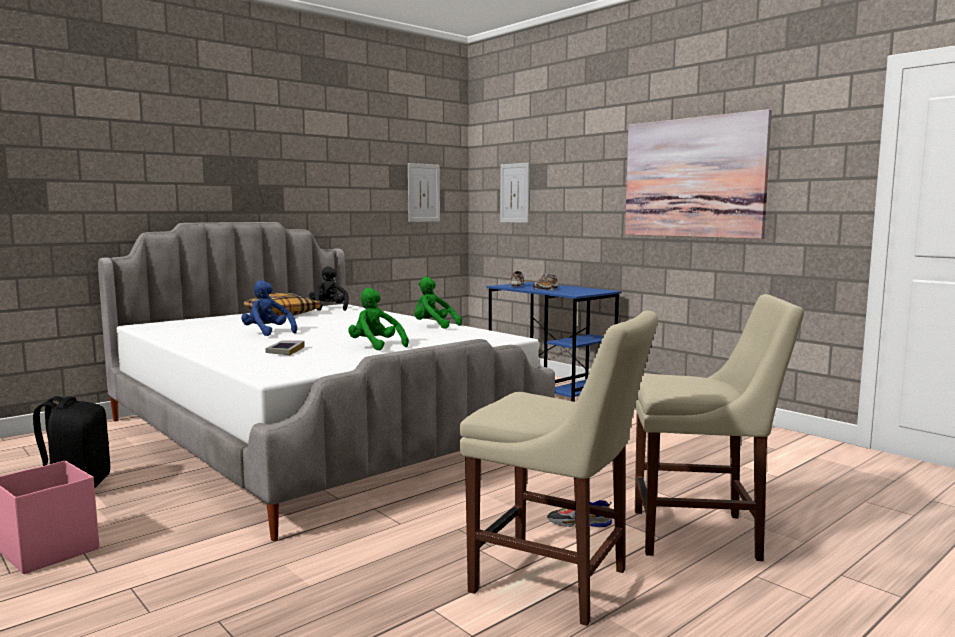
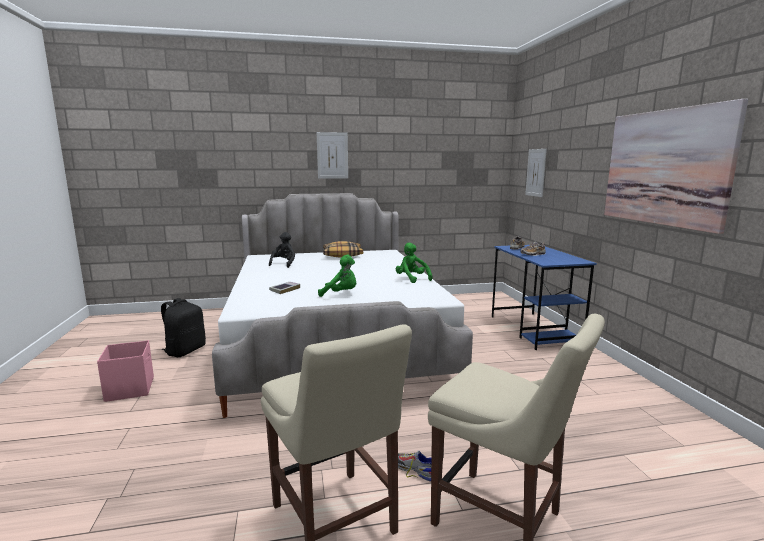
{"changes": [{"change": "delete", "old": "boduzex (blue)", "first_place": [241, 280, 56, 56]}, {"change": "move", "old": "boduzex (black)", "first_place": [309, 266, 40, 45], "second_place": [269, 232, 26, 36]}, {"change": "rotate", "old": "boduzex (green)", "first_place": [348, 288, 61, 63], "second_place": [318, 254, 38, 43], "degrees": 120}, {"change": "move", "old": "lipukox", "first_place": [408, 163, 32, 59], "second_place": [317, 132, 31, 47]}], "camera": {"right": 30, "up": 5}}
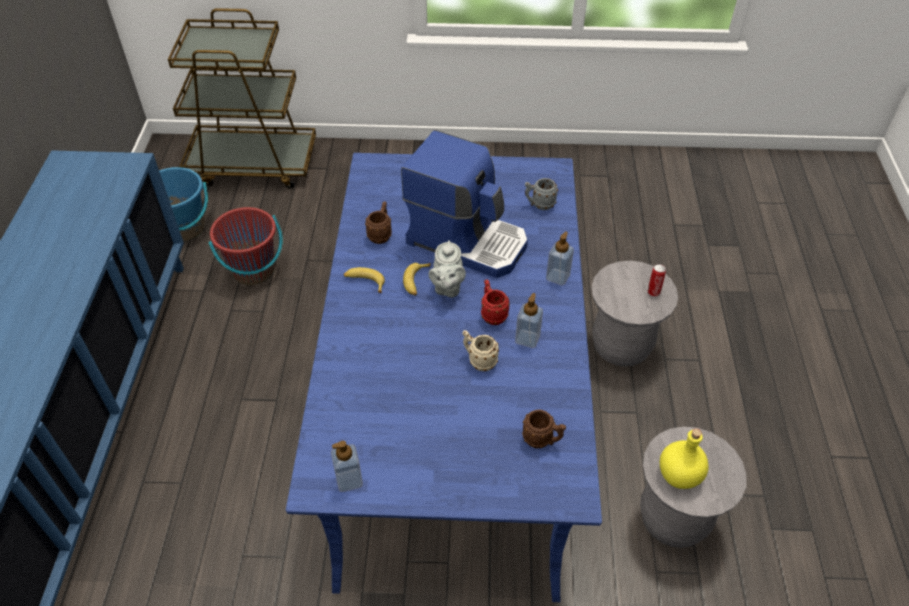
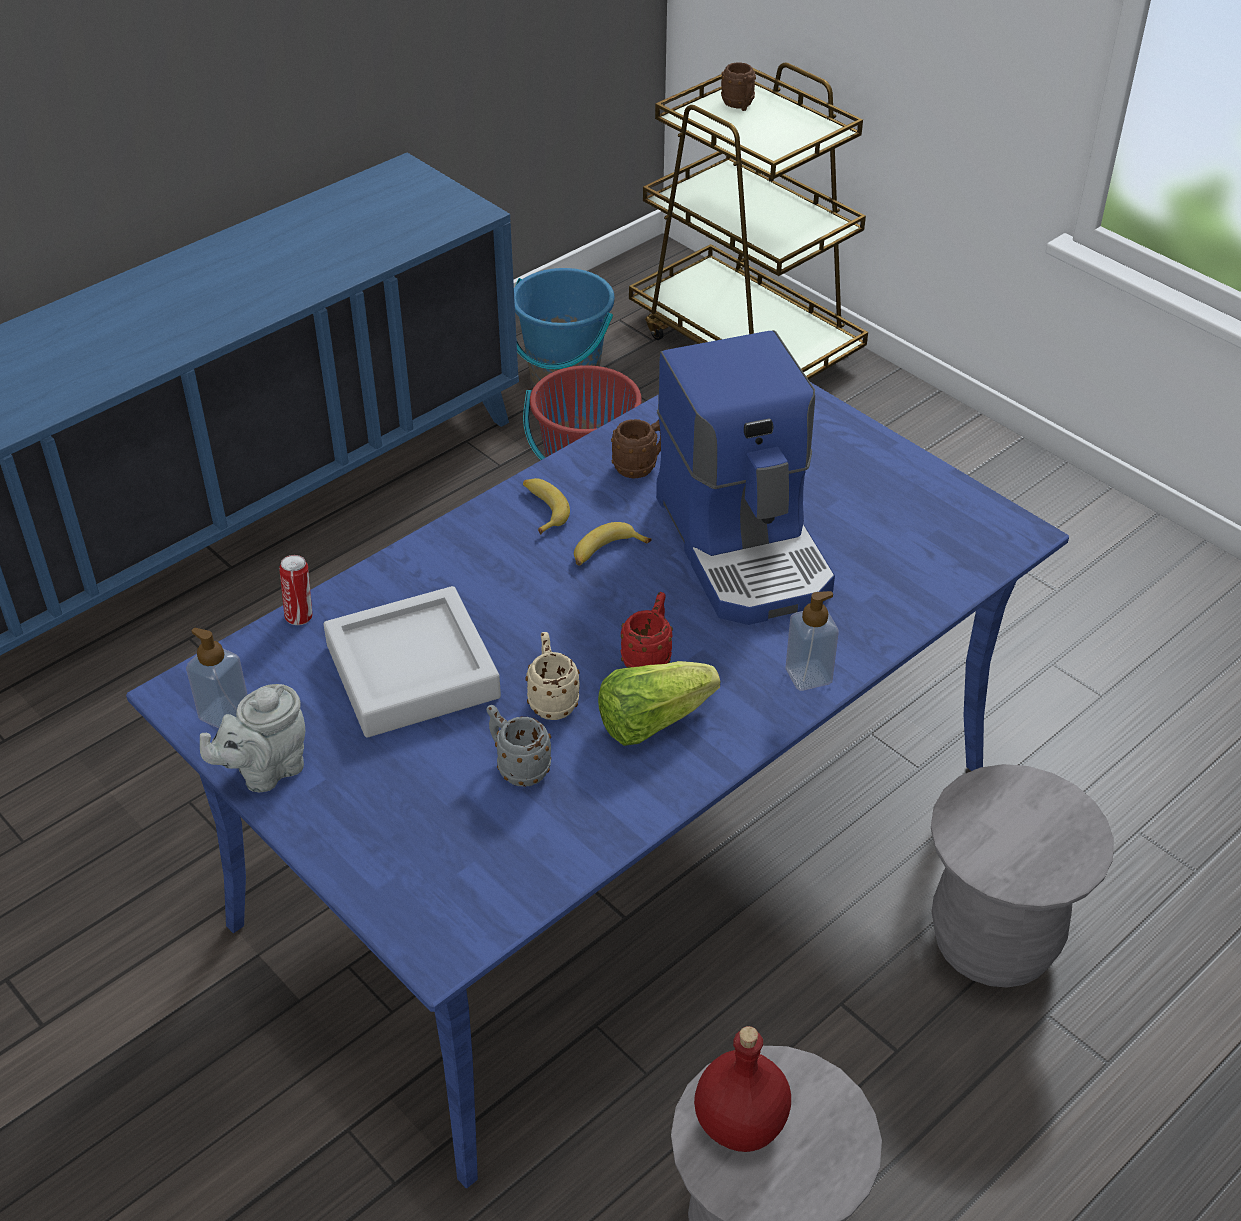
{"changes": [{"change": "move", "old": "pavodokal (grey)", "first_place": [429, 240, 37, 58], "second_place": [200, 684, 105, 108]}, {"change": "replace", "old": "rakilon", "new": "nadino", "first_place": [515, 293, 28, 55], "second_place": [598, 661, 122, 85]}, {"change": "move", "old": "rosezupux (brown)", "first_place": [522, 410, 44, 38], "second_place": [721, 62, 35, 49]}, {"change": "move", "old": "rosezupux (grey)", "first_place": [525, 178, 33, 32], "second_place": [487, 705, 64, 82]}, {"change": "move", "old": "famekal", "first_place": [648, 264, 18, 32], "second_place": [279, 555, 33, 70]}, {"change": "recolor", "old": "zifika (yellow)", "new": "zifika (red)", "first_place": [660, 429, 49, 60], "second_place": [694, 1026, 97, 126]}, {"change": "insert", "new": "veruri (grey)", "second_place": [323, 586, 178, 151]}], "camera": {"right": 45, "up": -5}}
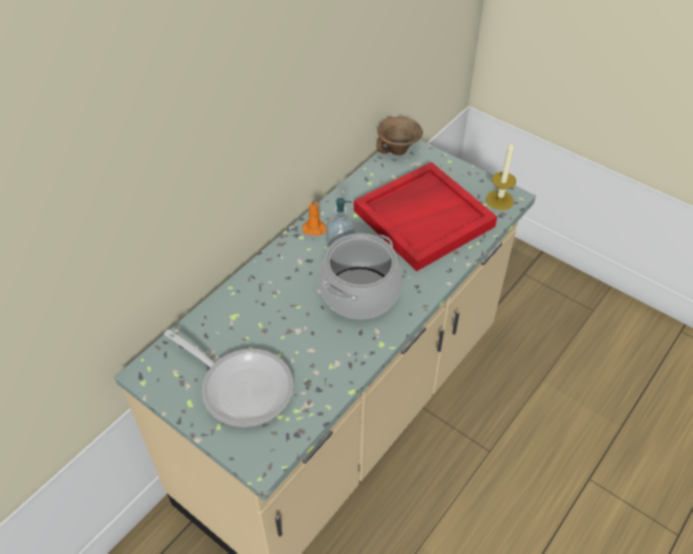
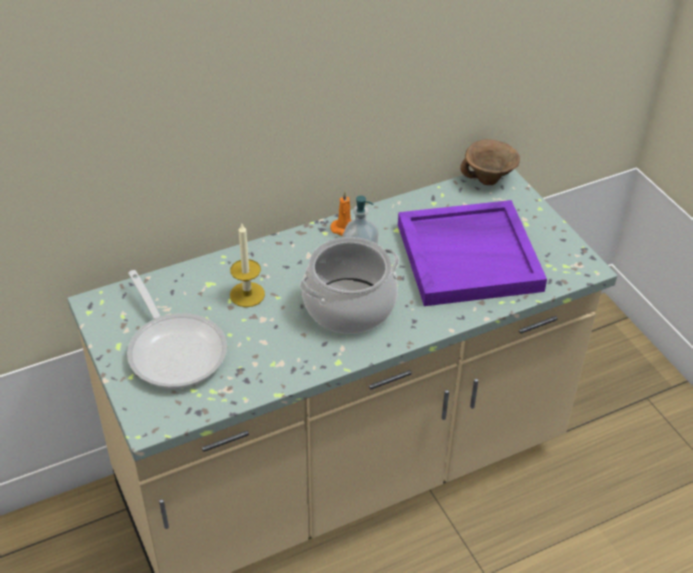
{"changes": [{"change": "recolor", "old": "veruri (red)", "new": "veruri (purple)", "first_place": [354, 162, 143, 109], "second_place": [398, 200, 149, 106]}, {"change": "move", "old": "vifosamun", "first_place": [486, 143, 30, 67], "second_place": [230, 224, 35, 83]}], "camera": {"right": 25, "up": -5}}
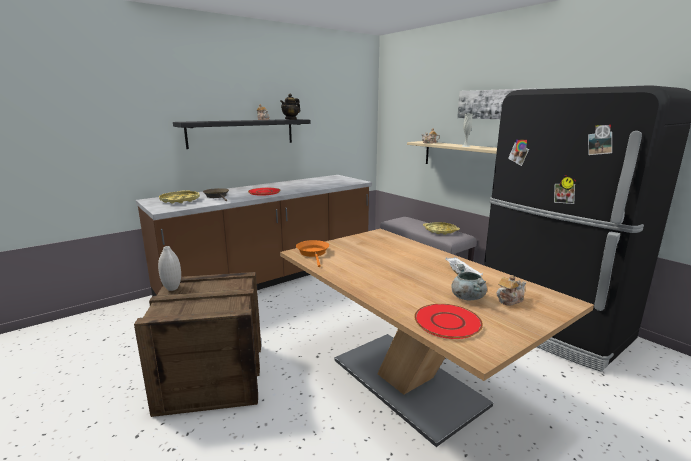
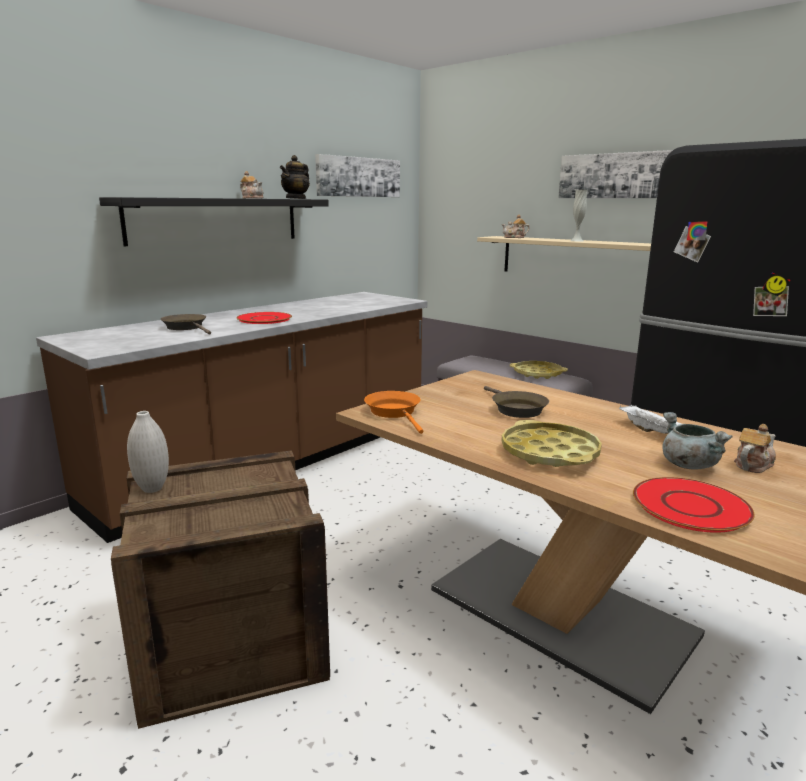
{"changes": [{"change": "move", "old": "veruri (yellow)", "first_place": [159, 190, 41, 13], "second_place": [501, 420, 101, 47]}, {"change": "insert", "new": "lipukox", "second_place": [315, 154, 85, 43]}, {"change": "insert", "new": "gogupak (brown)", "second_place": [484, 386, 65, 32]}], "camera": {"right": -10, "up": 0}}
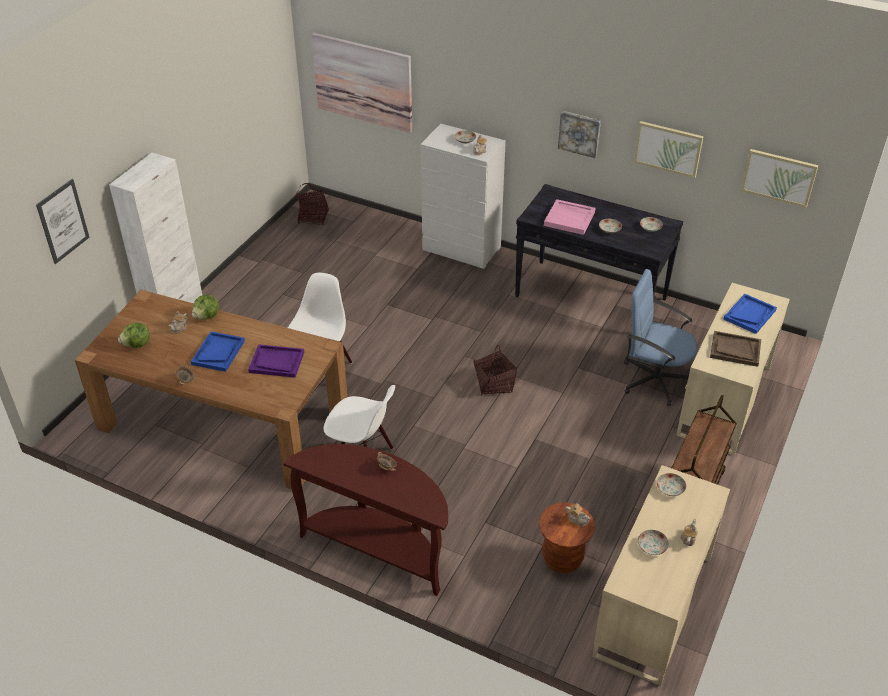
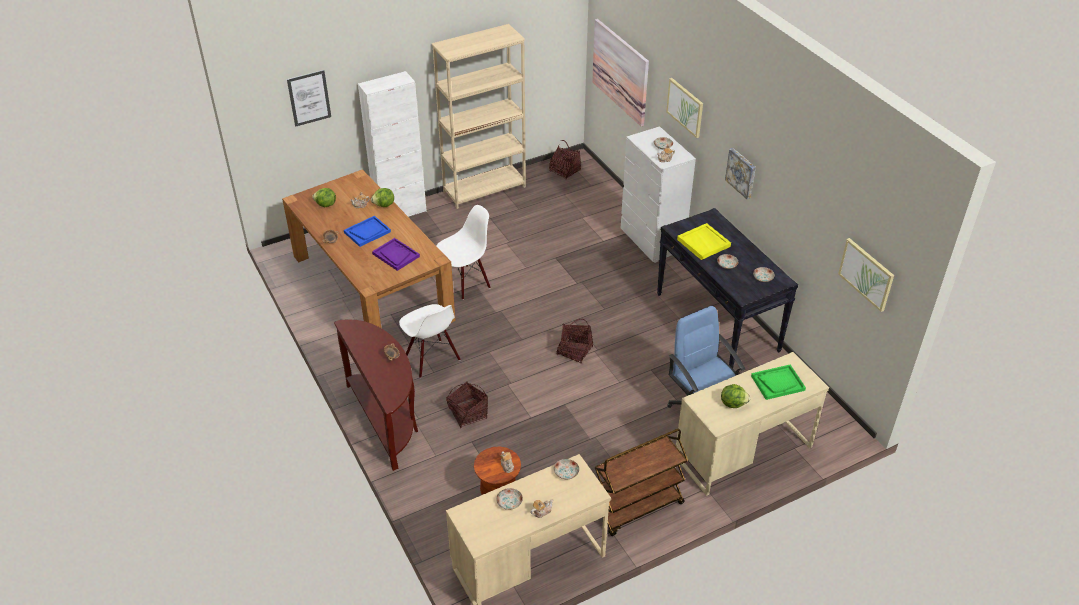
{"changes": [{"change": "recolor", "old": "veruri (pink)", "new": "veruri (yellow)", "first_place": [544, 199, 51, 36], "second_place": [677, 223, 54, 37]}, {"change": "move", "old": "lipukox", "first_place": [634, 121, 69, 57], "second_place": [666, 78, 37, 60]}, {"change": "replace", "old": "veruri (brown)", "new": "nadino", "first_place": [710, 331, 51, 36], "second_place": [721, 384, 29, 24]}, {"change": "recolor", "old": "veruri (blue)", "new": "veruri (green)", "first_place": [723, 294, 54, 40], "second_place": [751, 365, 55, 35]}, {"change": "insert", "new": "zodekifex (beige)", "second_place": [432, 24, 94, 185]}, {"change": "insert", "new": "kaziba", "second_place": [446, 381, 42, 47]}], "camera": {"right": 35, "up": 0}}
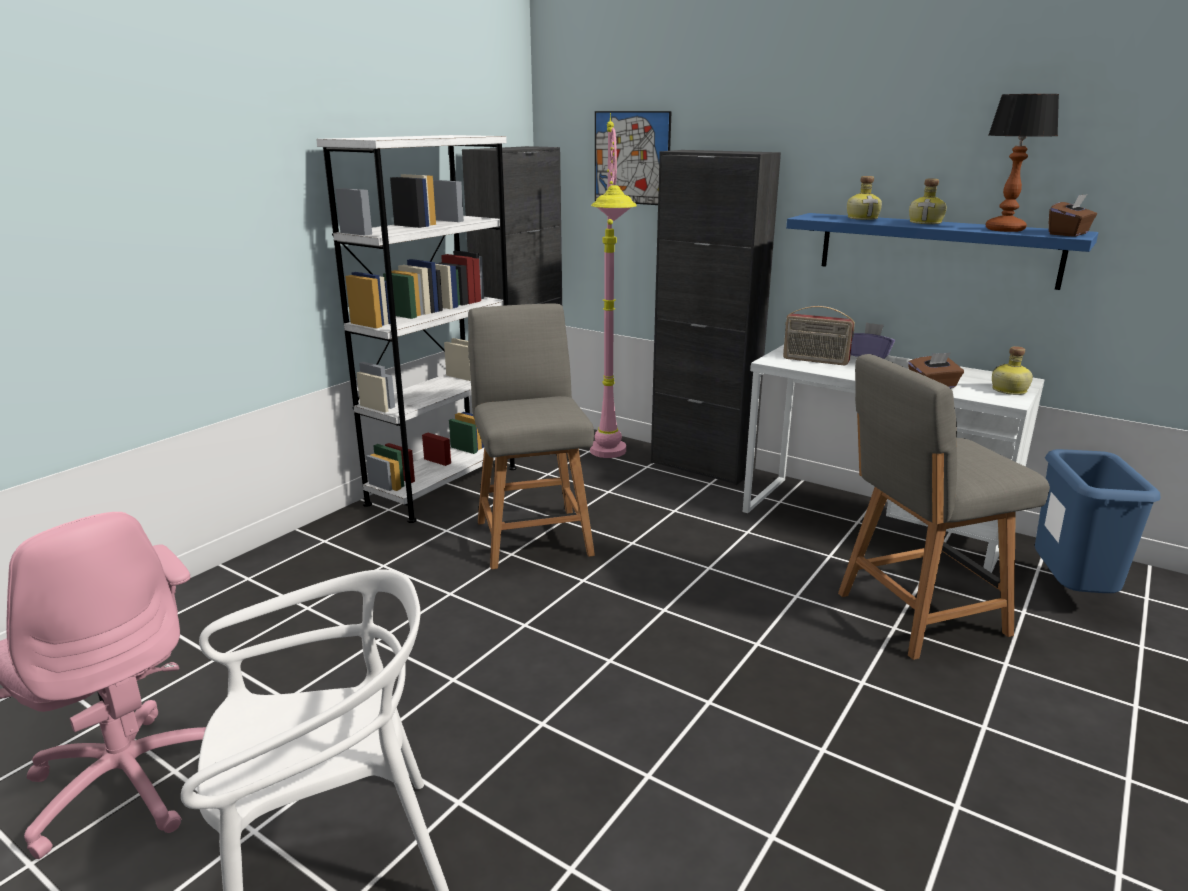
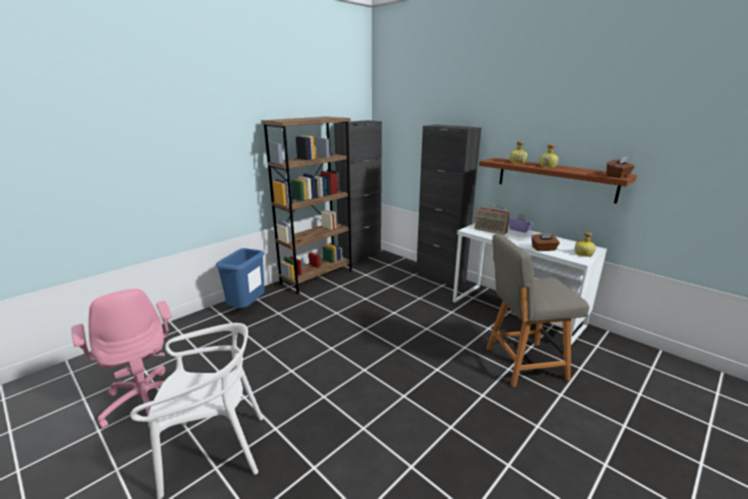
{"changes": [{"change": "recolor", "old": "zodekifex (white)", "new": "zodekifex (brown)", "first_place": [316, 135, 201, 388], "second_place": [261, 117, 92, 177]}, {"change": "delete", "old": "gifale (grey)", "first_place": [468, 304, 127, 265]}, {"change": "delete", "old": "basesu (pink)", "first_place": [590, 113, 47, 345]}, {"change": "delete", "old": "lipukox", "first_place": [595, 111, 77, 94]}, {"change": "recolor", "old": "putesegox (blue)", "new": "putesegox (brown)", "first_place": [786, 213, 313, 77], "second_place": [479, 158, 158, 46]}, {"change": "delete", "old": "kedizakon", "first_place": [986, 94, 73, 138]}, {"change": "move", "old": "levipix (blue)", "first_place": [1035, 449, 126, 144], "second_place": [216, 248, 49, 60]}], "camera": {"right": 10, "up": 0}}
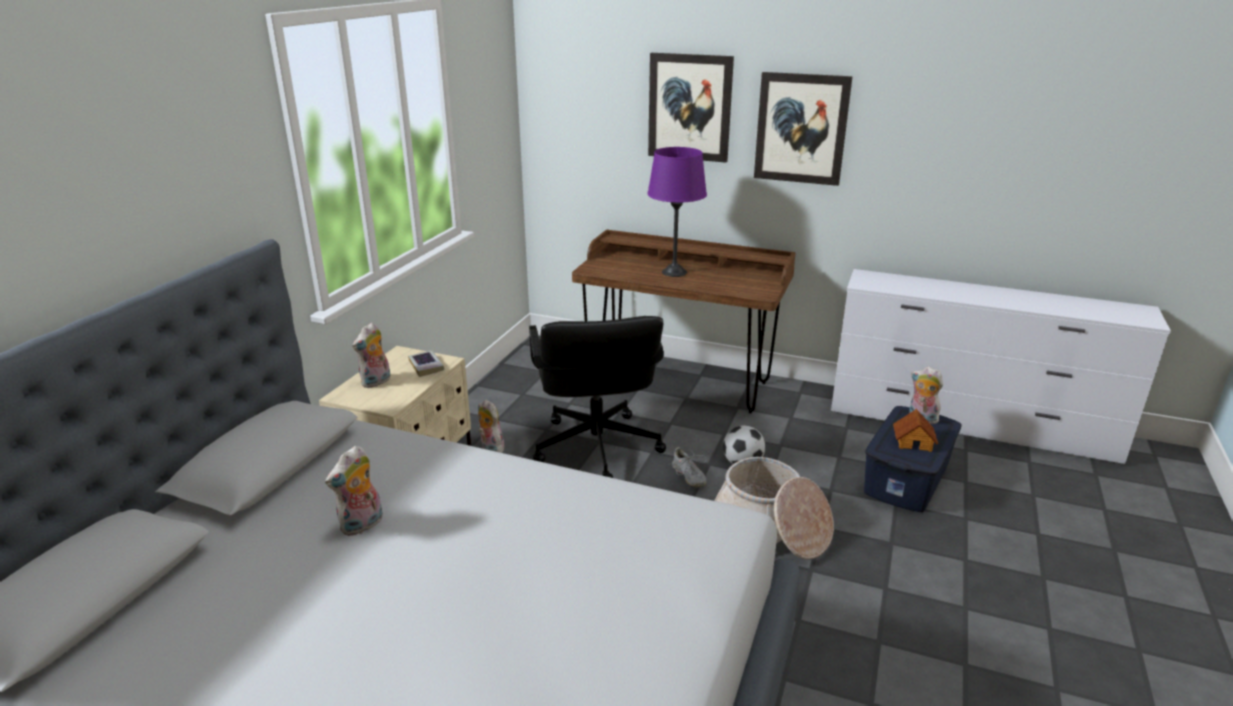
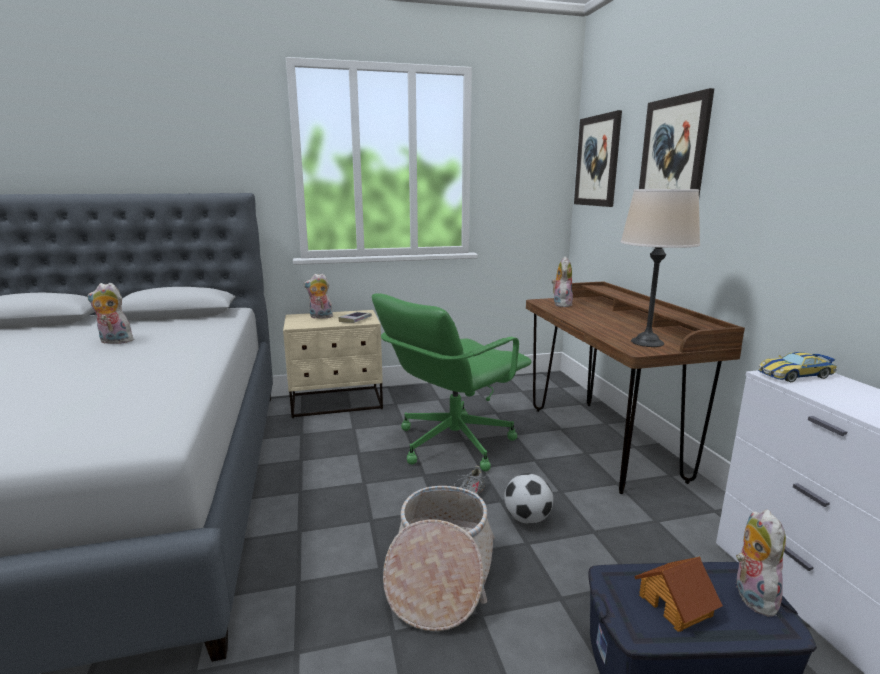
{"changes": [{"change": "move", "old": "boduzex", "first_place": [478, 399, 26, 54], "second_place": [552, 256, 21, 51]}, {"change": "recolor", "old": "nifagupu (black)", "new": "nifagupu (green)", "first_place": [529, 316, 137, 162], "second_place": [372, 293, 160, 179]}, {"change": "delete", "old": "kedizakon (purple)", "first_place": [647, 147, 60, 130]}, {"change": "move", "old": "lipukox", "first_place": [754, 72, 99, 114], "second_place": [574, 110, 48, 97]}, {"change": "insert", "new": "kedizakon (beige)", "second_place": [621, 189, 79, 158]}, {"change": "insert", "new": "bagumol", "second_place": [758, 352, 79, 30]}], "camera": {"right": 55, "up": -10}}
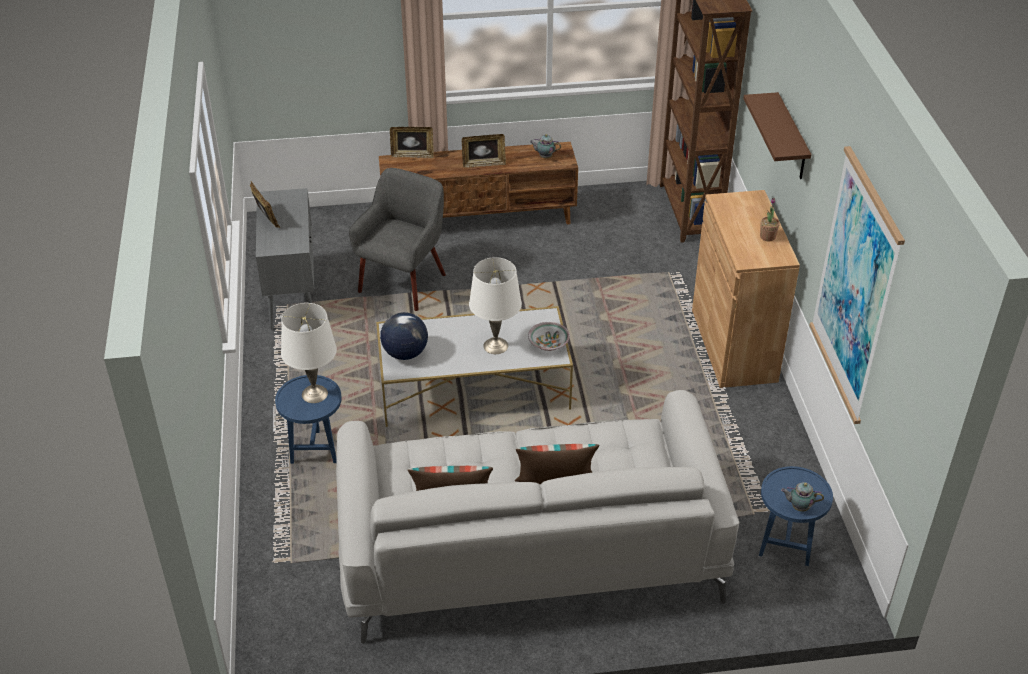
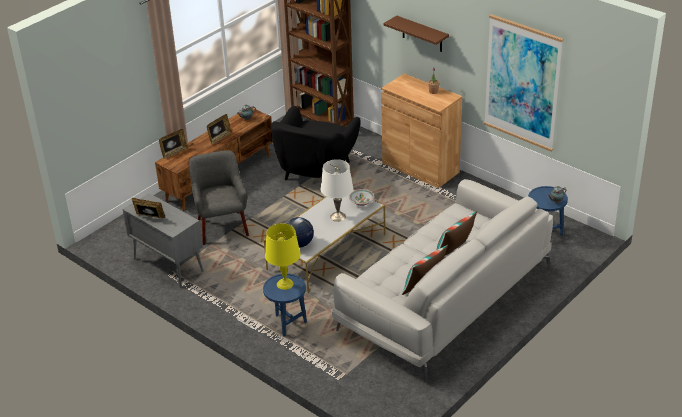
{"changes": [{"change": "recolor", "old": "kedizakon (white)", "new": "kedizakon (yellow)", "first_place": [281, 303, 56, 100], "second_place": [265, 223, 36, 67]}, {"change": "insert", "new": "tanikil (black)", "second_place": [271, 106, 90, 74]}], "camera": {"right": -40, "up": -5}}
